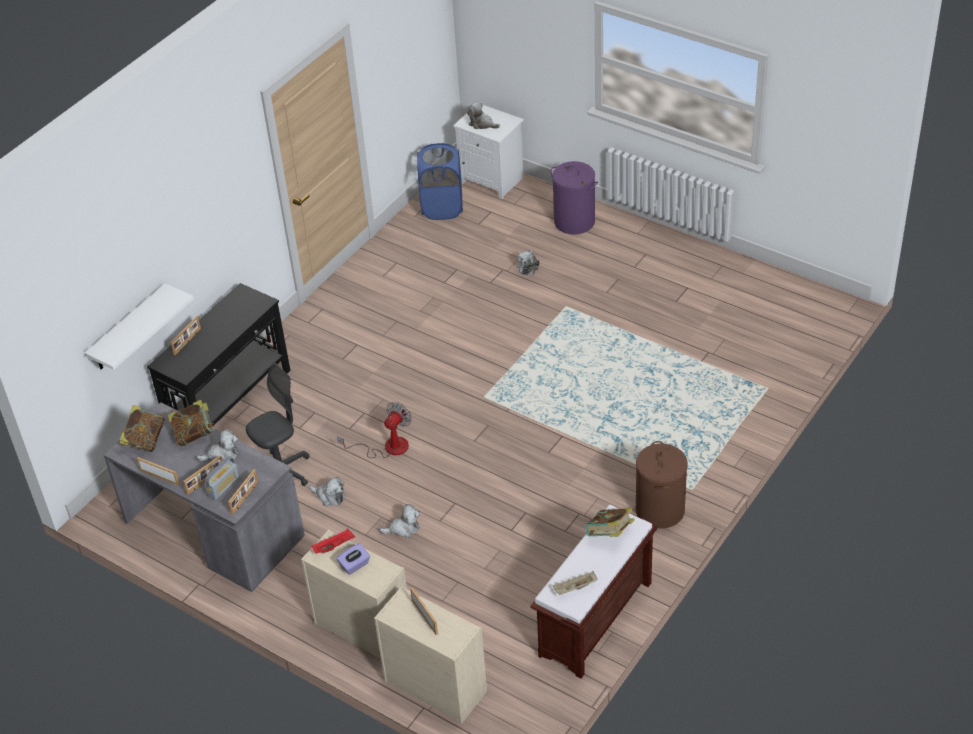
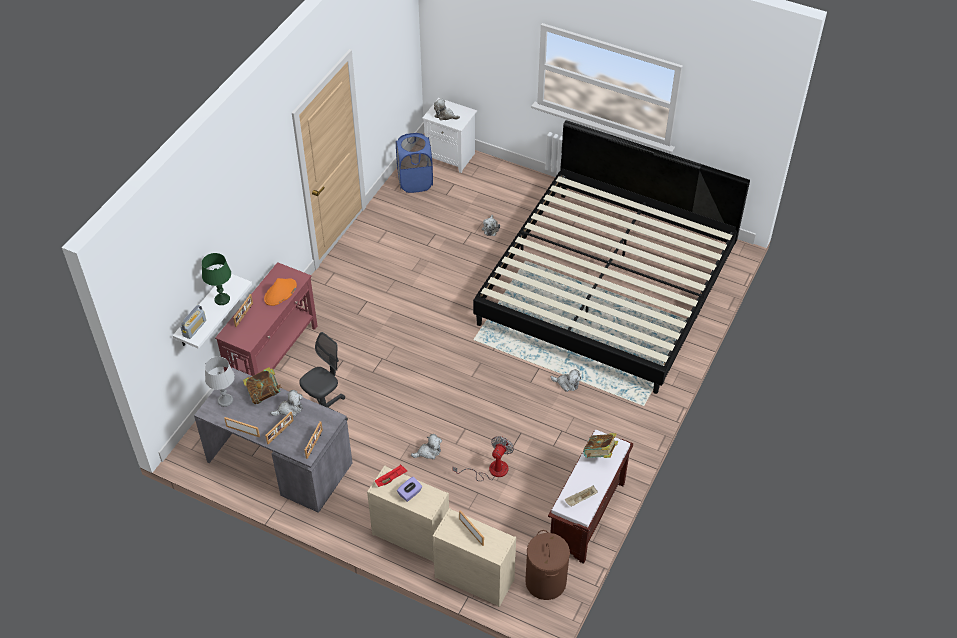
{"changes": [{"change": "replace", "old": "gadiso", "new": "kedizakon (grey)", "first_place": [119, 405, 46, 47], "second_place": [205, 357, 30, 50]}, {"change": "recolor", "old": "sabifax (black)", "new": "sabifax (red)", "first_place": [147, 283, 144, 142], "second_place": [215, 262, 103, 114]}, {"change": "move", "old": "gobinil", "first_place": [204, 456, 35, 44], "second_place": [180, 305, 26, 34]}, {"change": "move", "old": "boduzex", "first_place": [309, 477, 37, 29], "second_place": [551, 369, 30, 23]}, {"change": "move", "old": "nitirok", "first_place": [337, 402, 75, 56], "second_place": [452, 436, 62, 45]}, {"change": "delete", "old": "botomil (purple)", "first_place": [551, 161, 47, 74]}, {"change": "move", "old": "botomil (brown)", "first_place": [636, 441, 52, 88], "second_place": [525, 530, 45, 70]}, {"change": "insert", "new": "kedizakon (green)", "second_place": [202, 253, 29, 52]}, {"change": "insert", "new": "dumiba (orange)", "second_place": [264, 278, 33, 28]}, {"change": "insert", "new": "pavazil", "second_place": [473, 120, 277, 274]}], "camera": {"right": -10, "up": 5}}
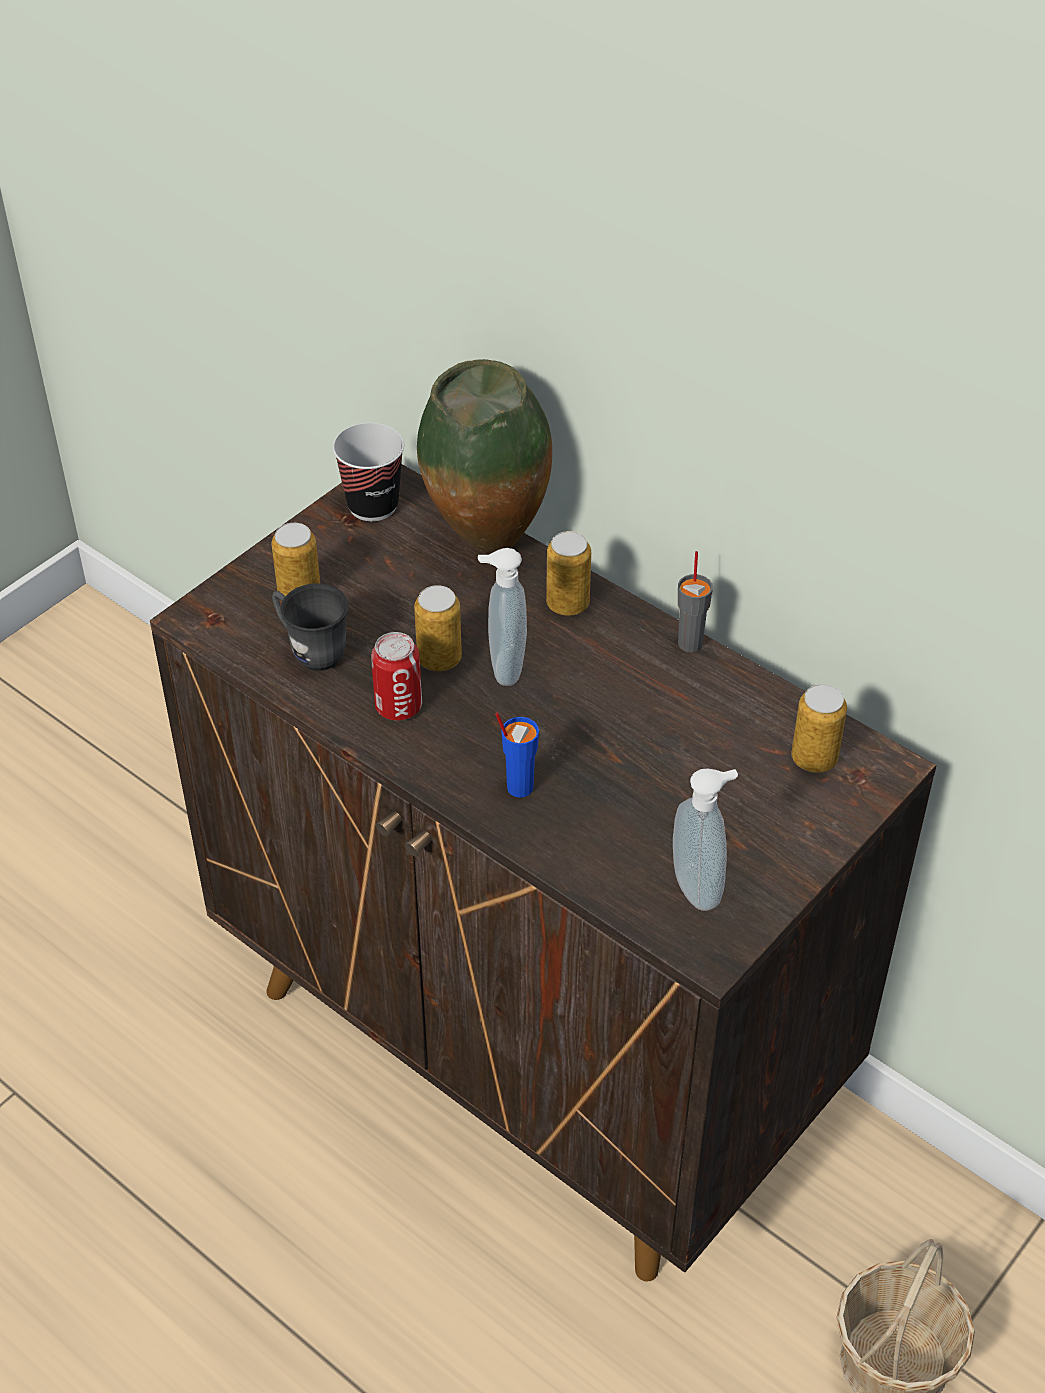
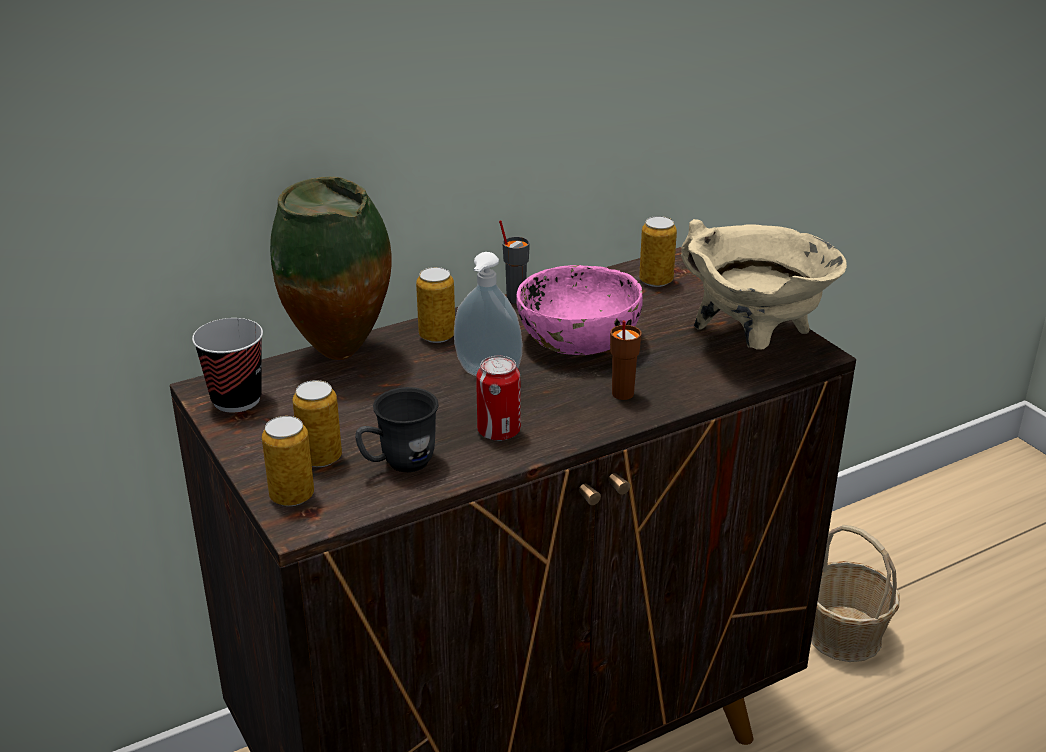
{"changes": [{"change": "move", "old": "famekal", "first_place": [414, 585, 48, 86], "second_place": [262, 416, 52, 90]}, {"change": "recolor", "old": "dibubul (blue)", "new": "dibubul (brown)", "first_place": [495, 712, 44, 86], "second_place": [610, 320, 32, 80]}, {"change": "replace", "old": "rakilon", "new": "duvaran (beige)", "first_place": [673, 769, 65, 142], "second_place": [681, 219, 166, 131]}, {"change": "insert", "new": "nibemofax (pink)", "second_place": [516, 265, 127, 90]}], "camera": {"right": -70, "up": -15}}
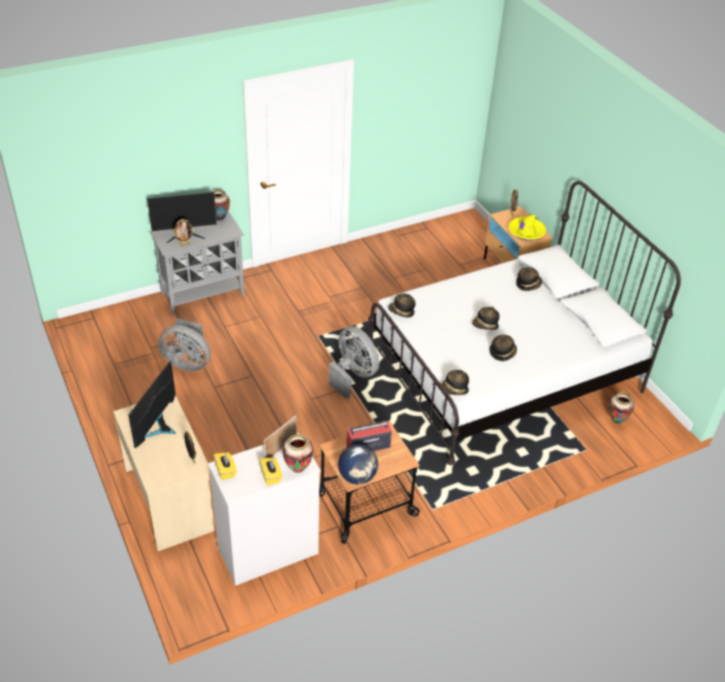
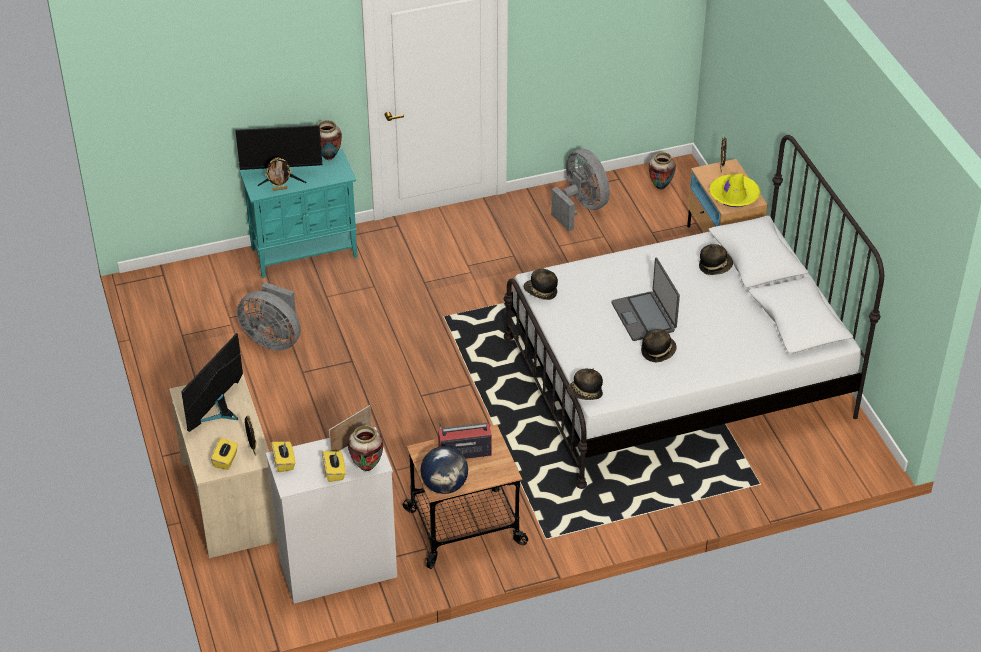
{"changes": [{"change": "recolor", "old": "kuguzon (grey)", "new": "kuguzon (turquoise)", "first_place": [150, 212, 94, 104], "second_place": [239, 149, 119, 129]}, {"change": "move", "old": "nitirok (grey)", "first_place": [329, 326, 50, 73], "second_place": [551, 149, 59, 82]}, {"change": "replace", "old": "dumiba", "new": "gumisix", "first_place": [472, 306, 27, 24], "second_place": [611, 258, 69, 83]}, {"change": "move", "old": "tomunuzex", "first_place": [609, 392, 25, 31], "second_place": [649, 152, 27, 38]}, {"change": "insert", "new": "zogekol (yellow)", "second_place": [211, 438, 27, 32]}], "camera": {"right": 10, "up": 0}}
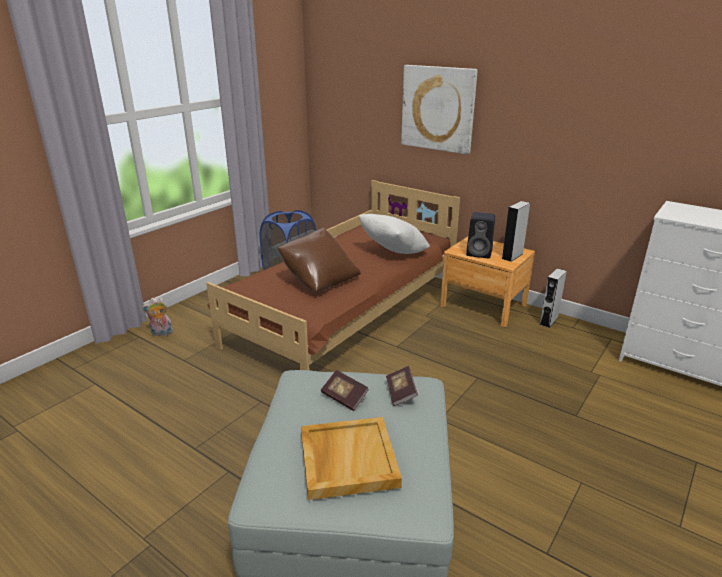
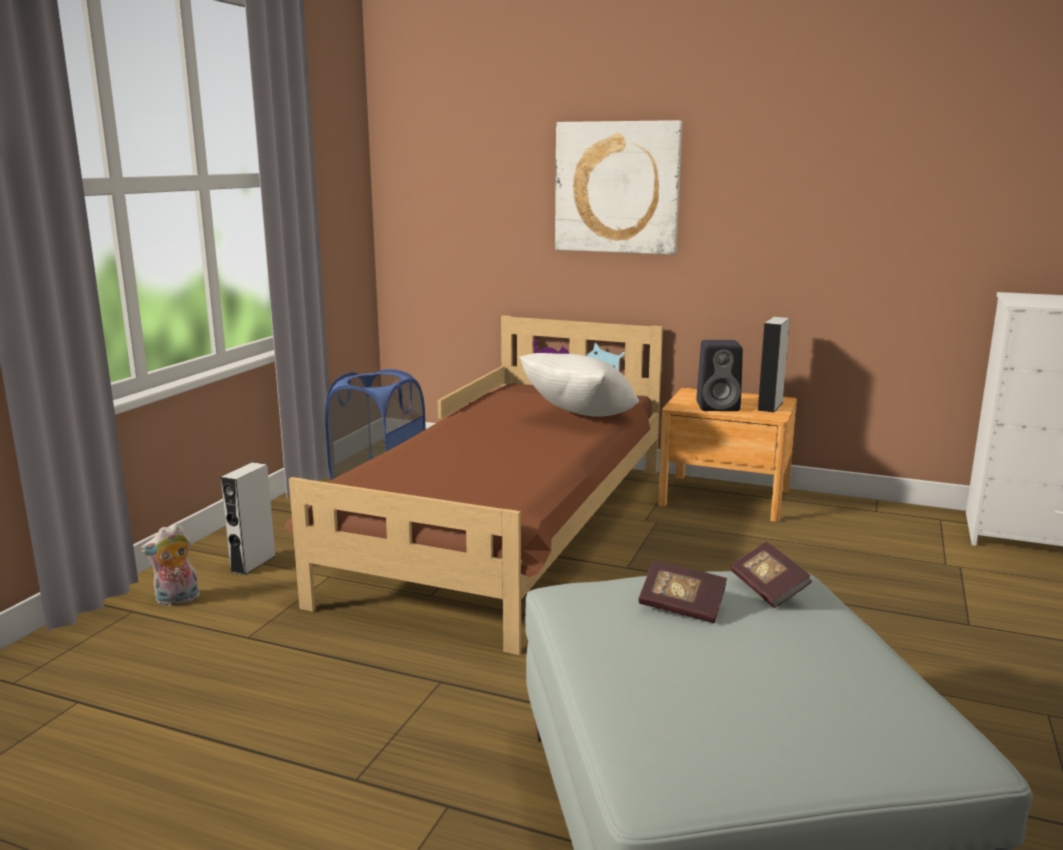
{"changes": [{"change": "delete", "old": "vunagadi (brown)", "first_place": [278, 227, 83, 64]}, {"change": "delete", "old": "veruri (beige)", "first_place": [301, 417, 101, 83]}, {"change": "move", "old": "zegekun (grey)", "first_place": [540, 268, 27, 60], "second_place": [221, 462, 54, 113]}], "camera": {"right": -15, "up": -10}}
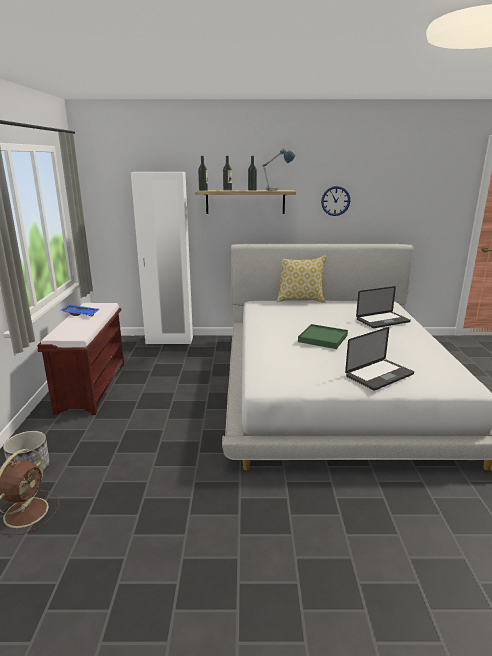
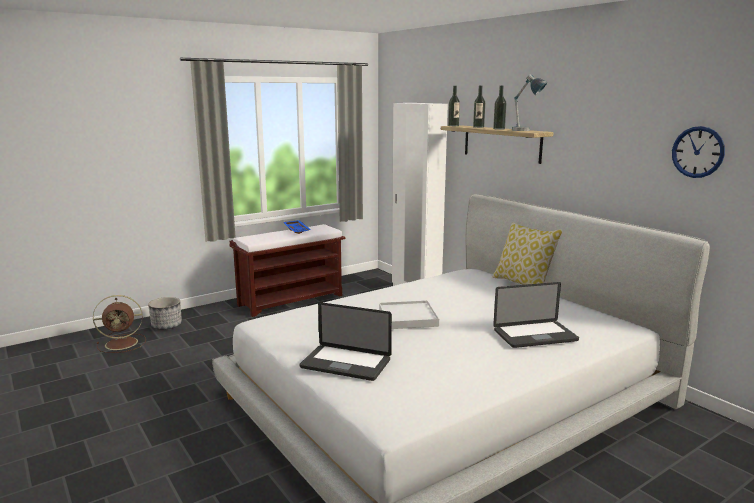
{"changes": [{"change": "recolor", "old": "veruri (green)", "new": "veruri (white)", "first_place": [298, 324, 50, 25], "second_place": [379, 300, 60, 29]}, {"change": "move", "old": "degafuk", "first_place": [321, 186, 29, 30], "second_place": [672, 126, 53, 52]}, {"change": "rotate", "old": "gumisix", "first_place": [356, 286, 55, 42], "second_place": [493, 282, 86, 66], "degrees": -45}], "camera": {"right": 55, "up": -5}}
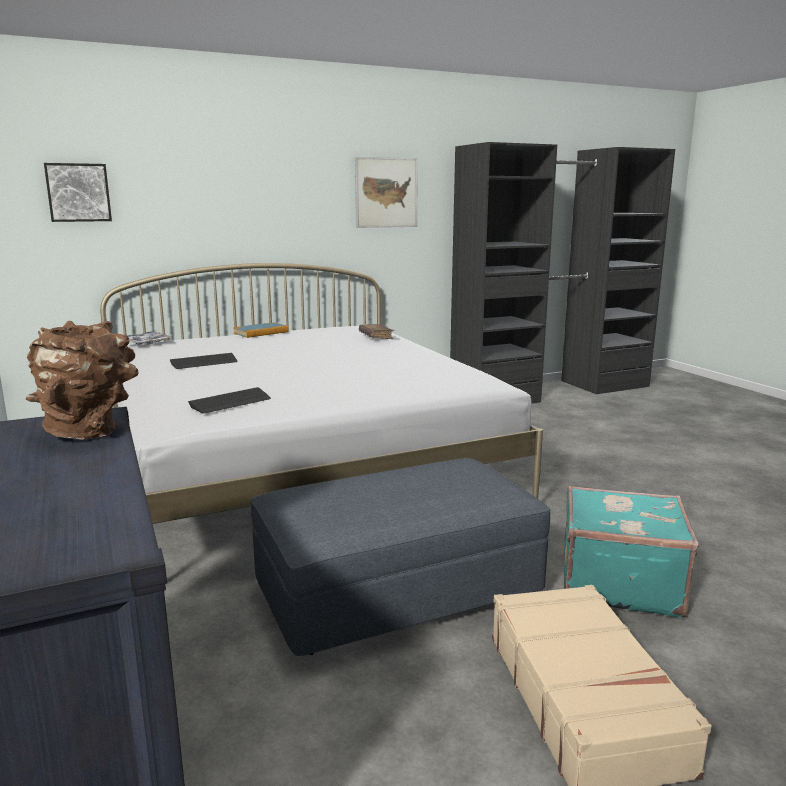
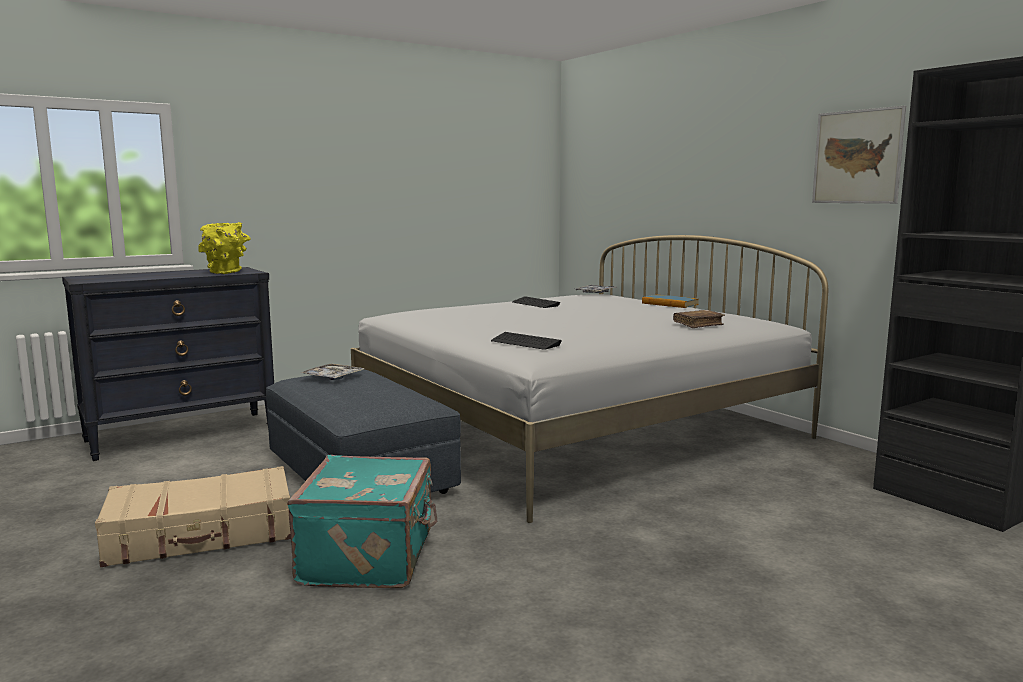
{"changes": [{"change": "recolor", "old": "tomunuzex (brown)", "new": "tomunuzex (yellow)", "first_place": [26, 321, 113, 119], "second_place": [198, 222, 52, 52]}, {"change": "delete", "old": "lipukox", "first_place": [44, 163, 68, 59]}, {"change": "move", "old": "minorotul", "first_place": [188, 387, 83, 26], "second_place": [491, 332, 71, 18]}, {"change": "insert", "new": "veruri", "second_place": [301, 363, 63, 17]}], "camera": {"right": 80, "up": -5}}
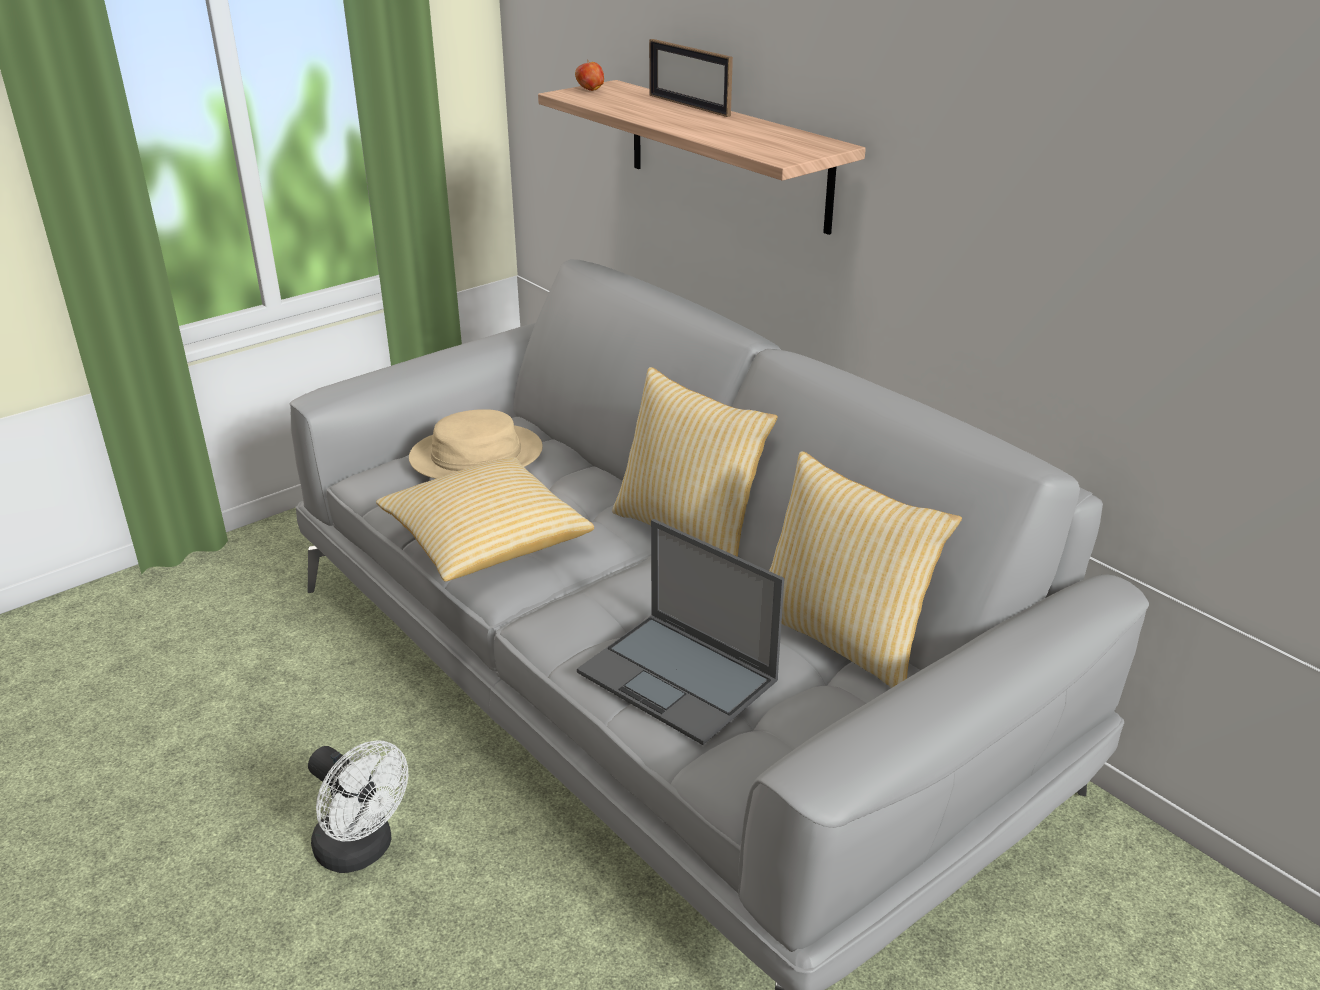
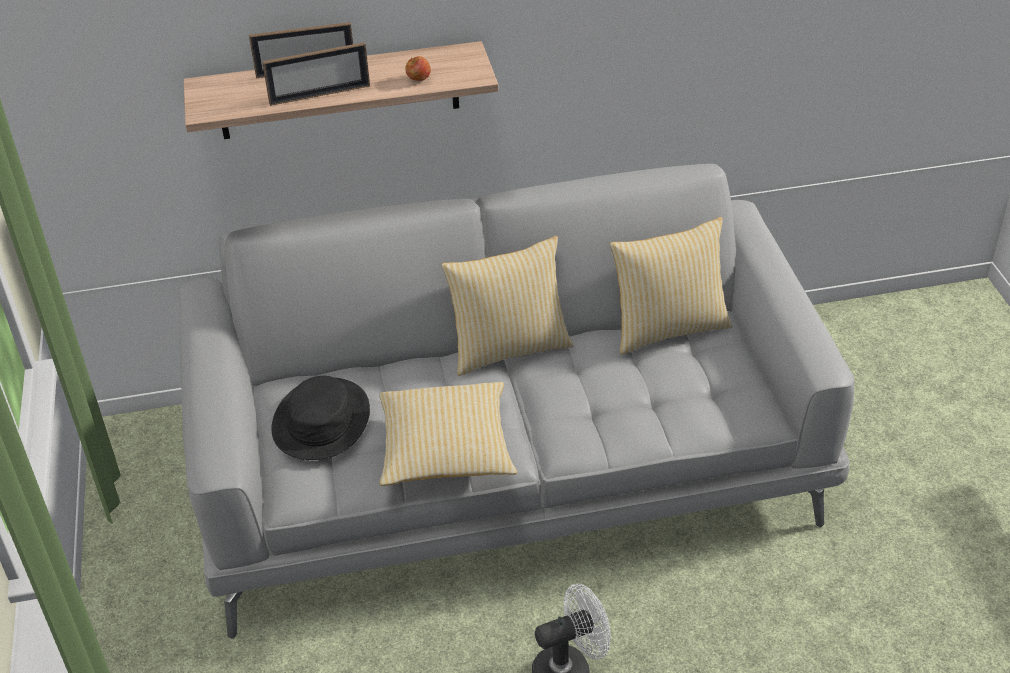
{"changes": [{"change": "recolor", "old": "dumiba (beige)", "new": "dumiba (black)", "first_place": [409, 409, 134, 70], "second_place": [272, 376, 98, 84]}, {"change": "move", "old": "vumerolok", "first_place": [575, 60, 29, 31], "second_place": [405, 56, 26, 25]}, {"change": "delete", "old": "gumisix", "first_place": [577, 519, 208, 226]}, {"change": "insert", "new": "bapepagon", "second_place": [262, 42, 108, 64]}], "camera": {"right": -60, "up": 10}}
